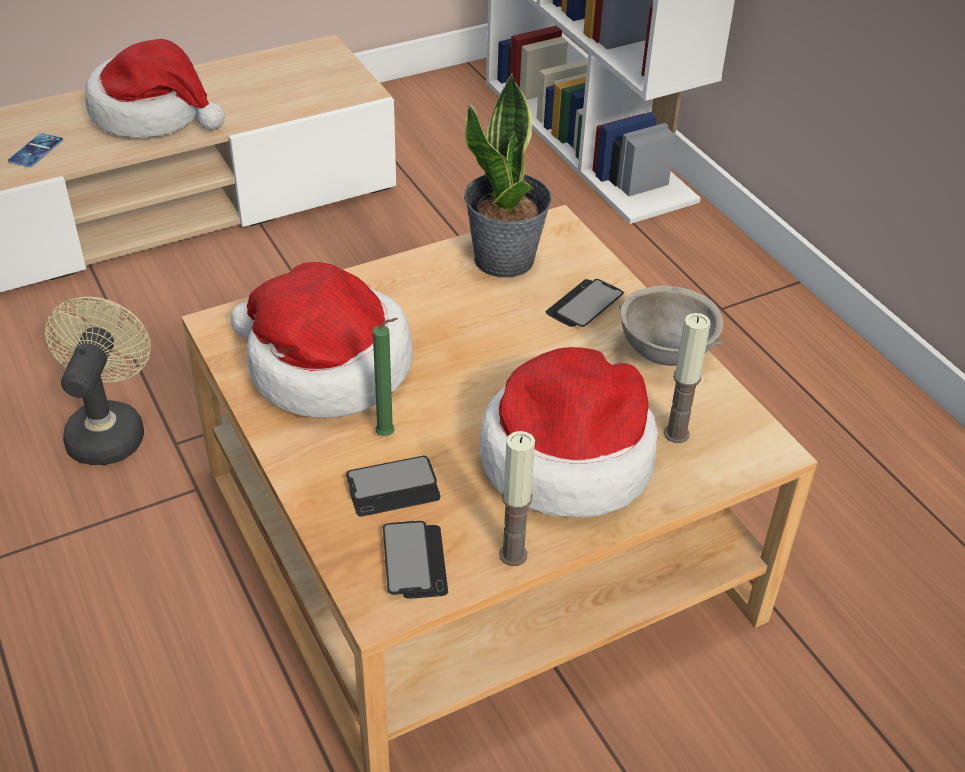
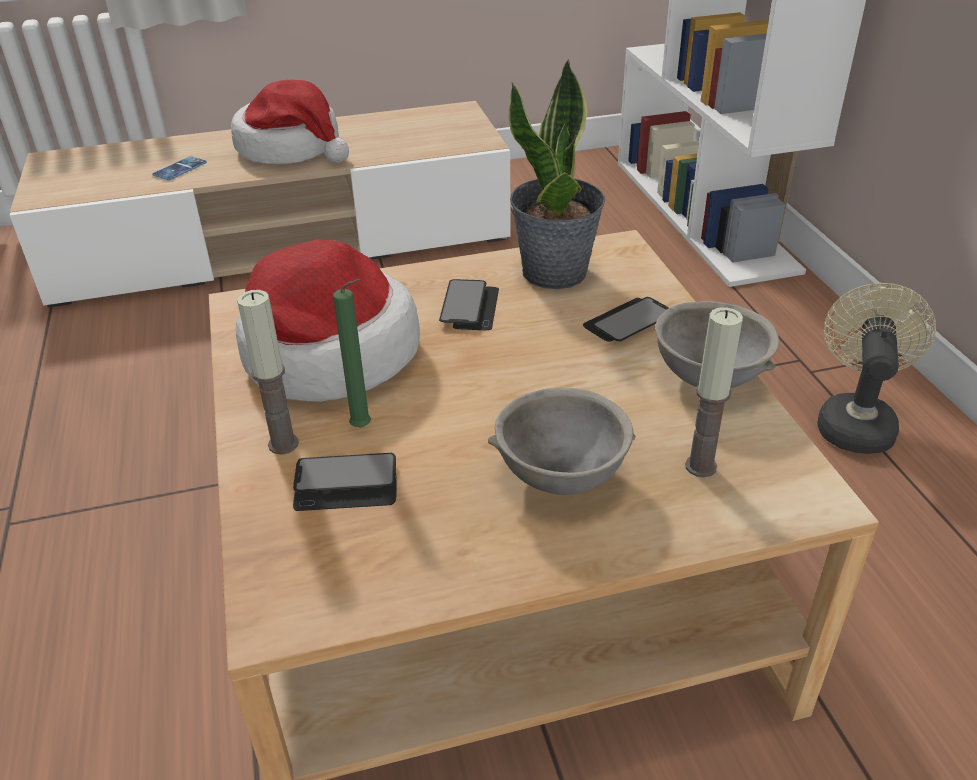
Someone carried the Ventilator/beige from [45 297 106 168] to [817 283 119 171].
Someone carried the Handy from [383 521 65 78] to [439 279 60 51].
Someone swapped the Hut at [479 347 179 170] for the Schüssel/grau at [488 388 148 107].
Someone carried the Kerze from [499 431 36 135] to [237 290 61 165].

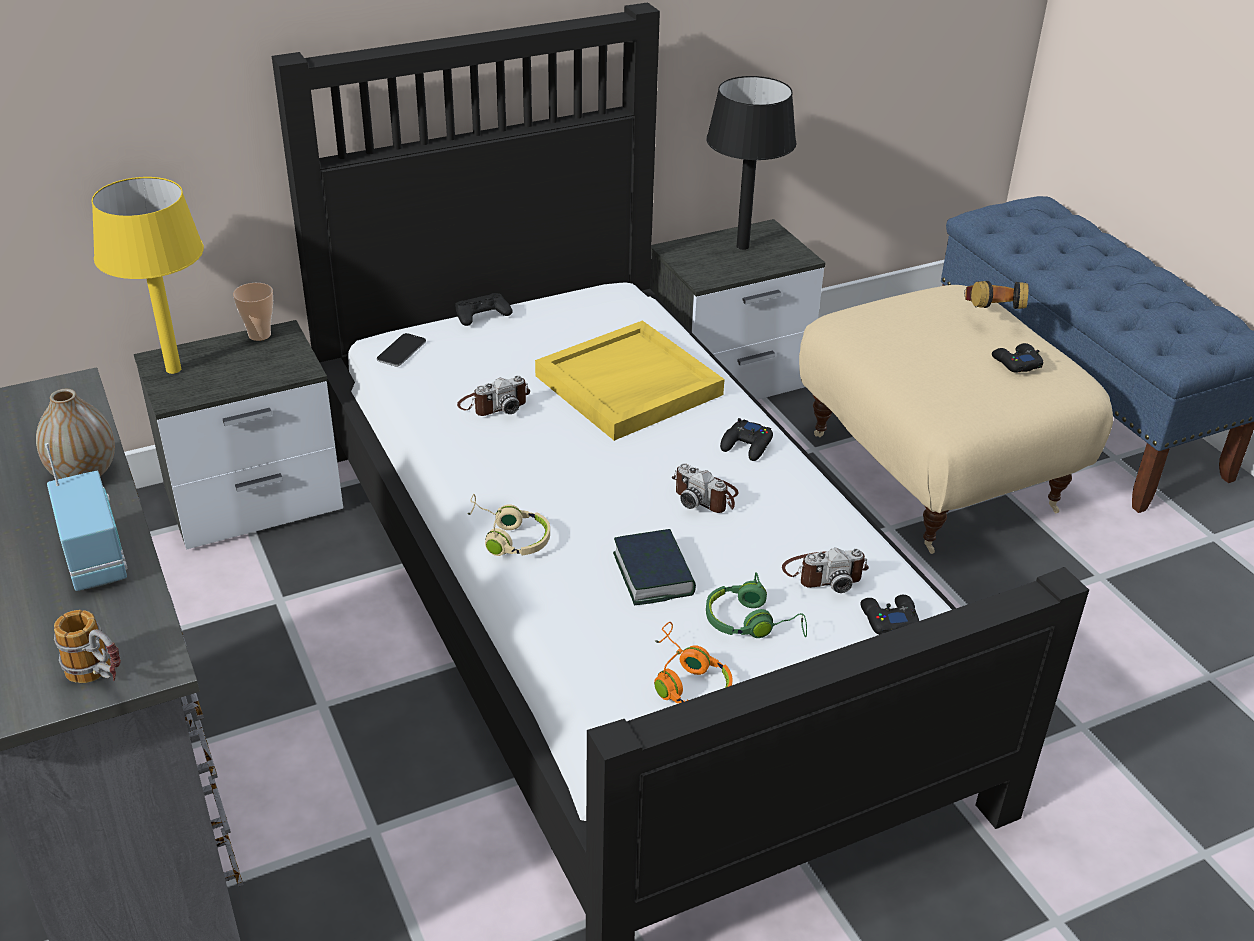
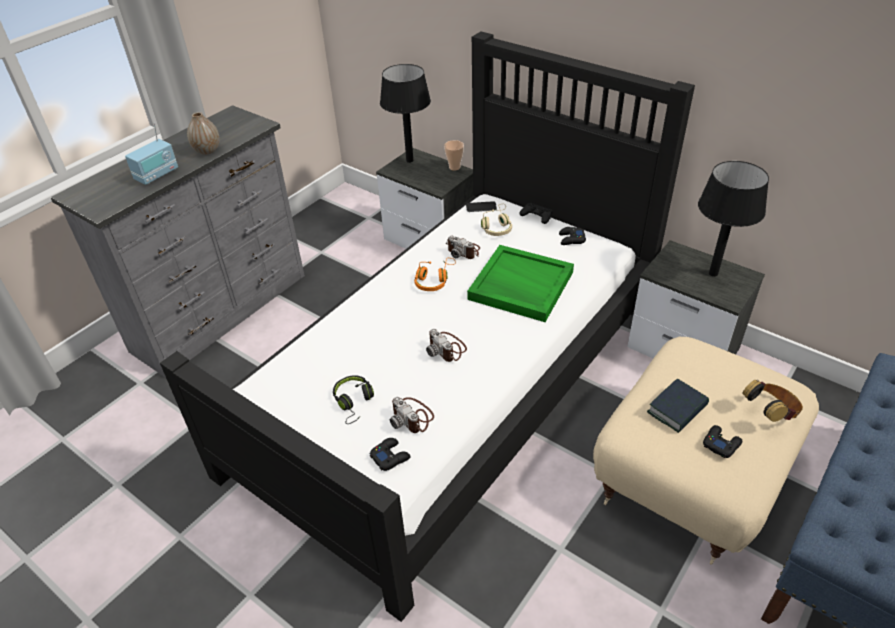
Someone took away the Henkelbecher at [54 610 67 73].
Someone repainted the Tischlampe/gelb at [92 177 112 197], which became the Tischlampe/schwarz at [380 64 51 99].
Someone carried the Kopfhörer/beige from [467 494 83 62] to [481 204 31 32].
Someone repainted the Tablett/gelb at [535 320 190 121], which became the Tablett/grün at [467 245 107 77].
Someone carried the Buch from [613 529 83 76] to [647 379 62 54].
Someone carried the Kopfhörer/orange from [654 622 78 82] to [414 258 42 33].
Someone rotated the Kamera at [672 464 67 49] by 45 degrees counterclockwise.
Someone repainted the Kopfhörer/grün at [706 572 101 66], which became the Kopfhörer/schwarz at [333 375 41 49].
Someone carried the Gamepad/schwarz from [720 418 53 43] to [559 225 27 20].

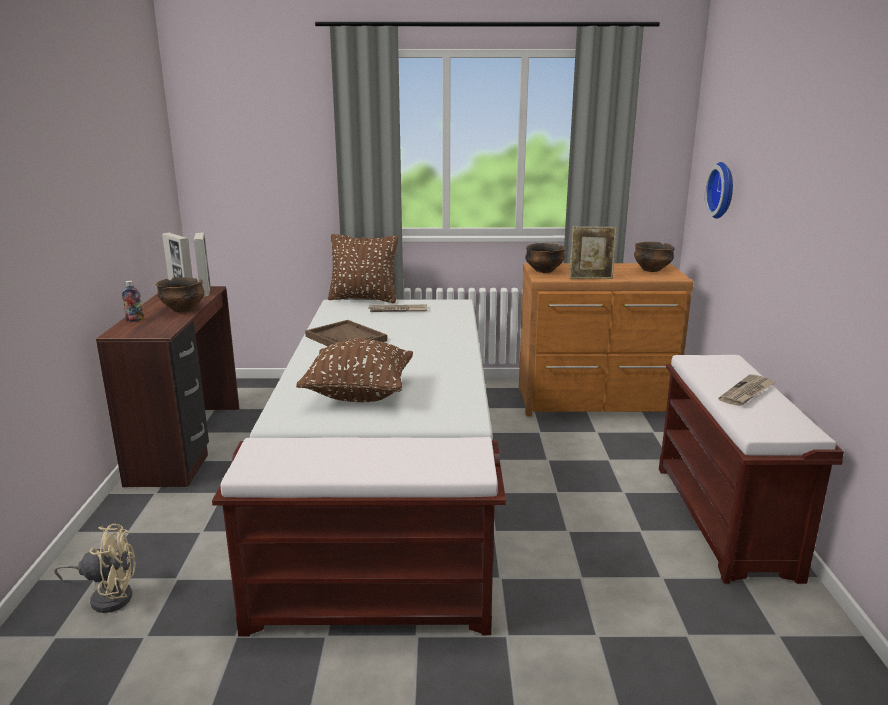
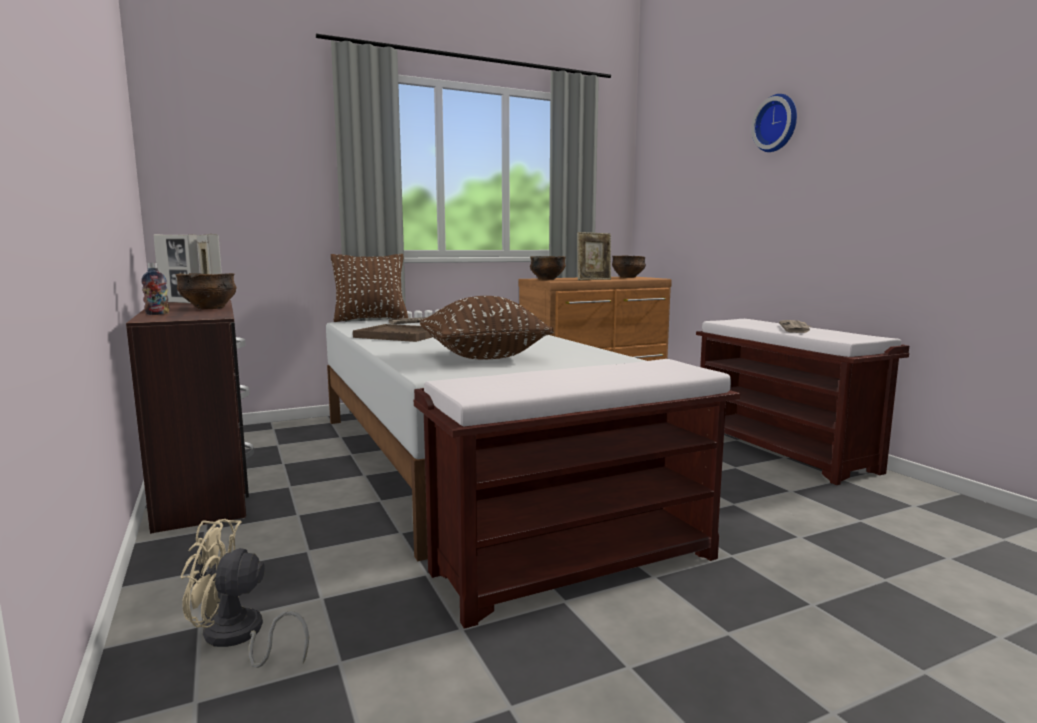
Someone rotated the Ventilator/beige at [54 524 82 89] by 150 degrees counterclockwise.
Someone carried the Wanduhr from [705 162 28 57] to [751 94 46 58].

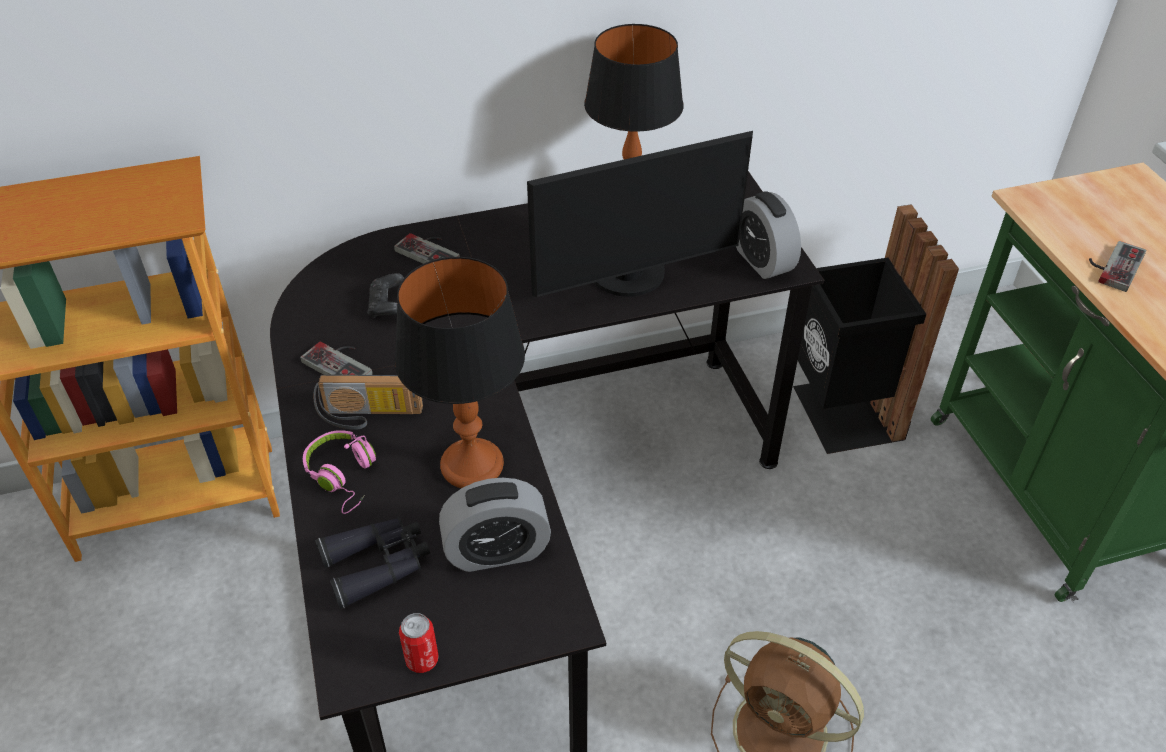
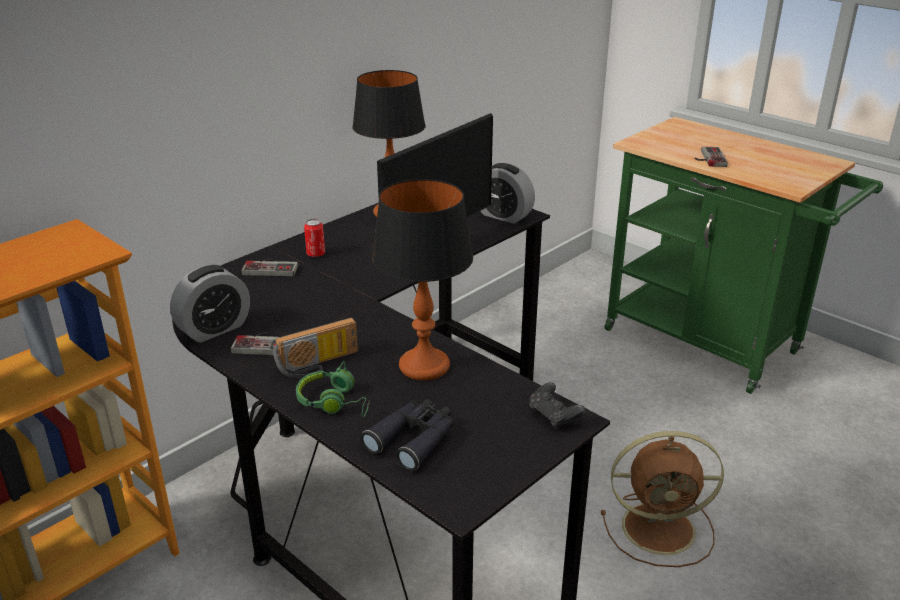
Someone repainted the Kopfhörer/rosa at [303 430 73 84], which became the Kopfhörer/grün at [296 361 74 56].
Someone carried the Gamepad/schwarz from [367 273 37 45] to [529 382 57 47].
Someone carried the Dose from [399 613 40 60] to [304 219 21 38].
Someone carried the Wecker from [439 478 112 94] to [170 265 80 78].
Someone took away the Mülleimer/schwarz at [793 204 166 250].

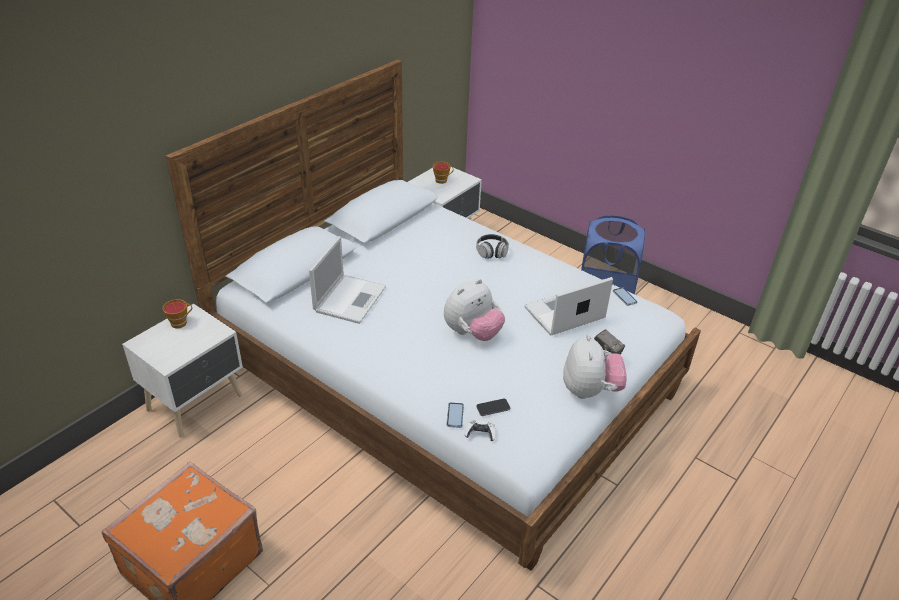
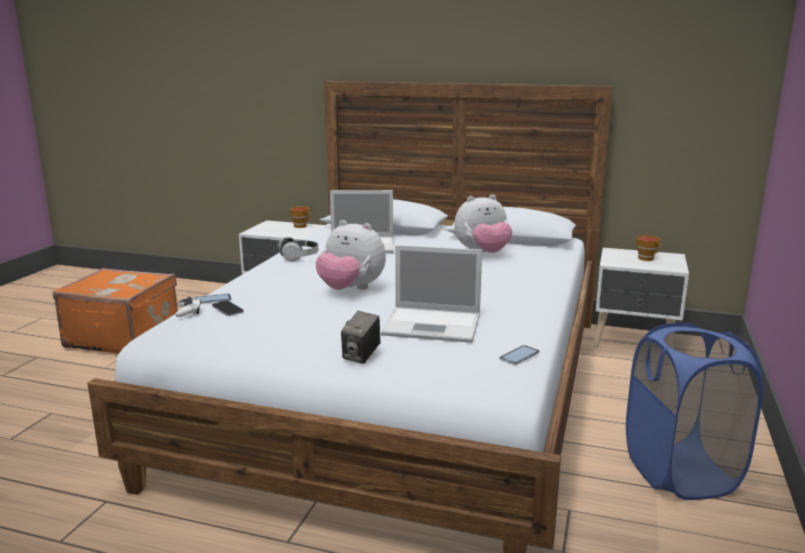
Someone carried the Kopfhörer from [476 234 33 25] to [277 237 41 24].
Someone rotated the Laptop at [524 277 89 59] by 150 degrees clockwise.
Someone carried the Plüschtier from [563 334 64 65] to [454 195 58 58].

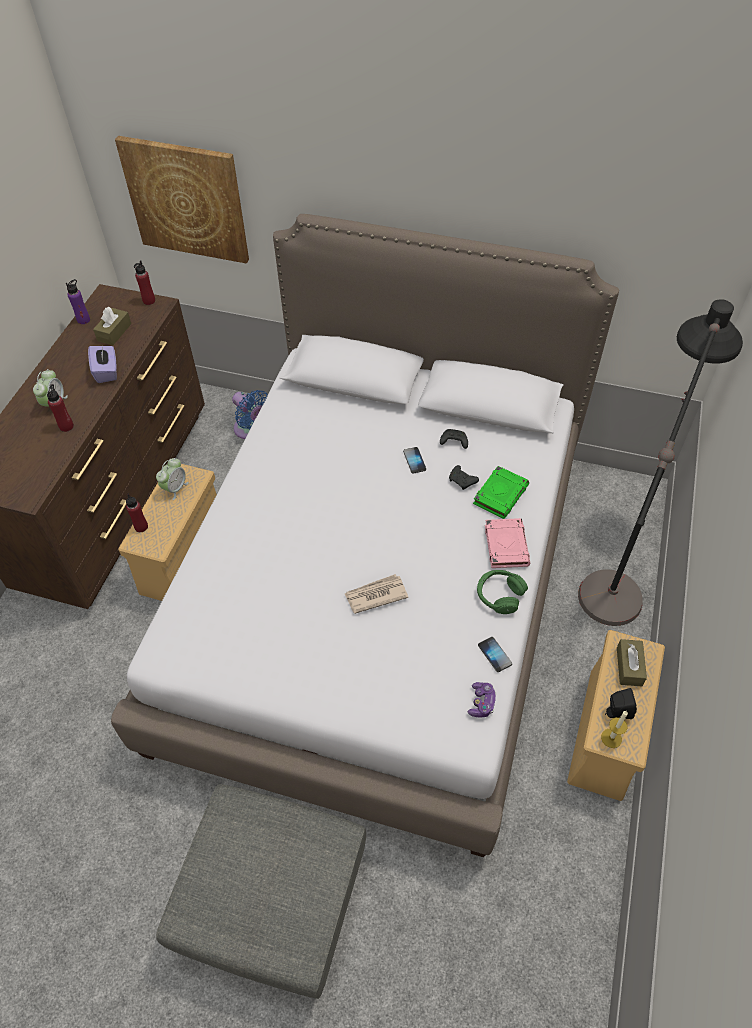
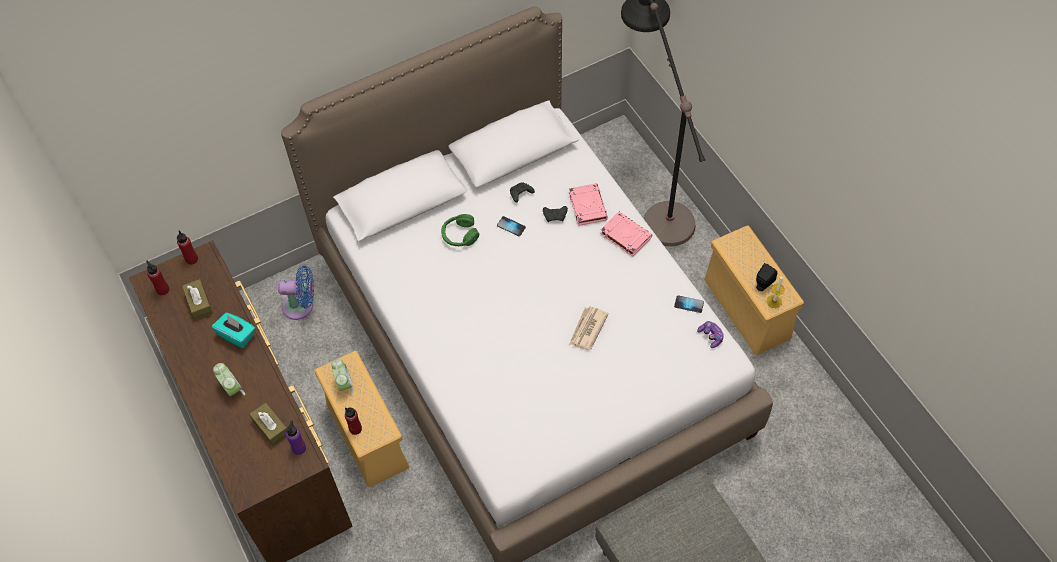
Someone carried the Flasche/rot from [47 384 27 48] to [146 260 23 35].
Someone carried the Flasche/lila from [66 279 24 45] to [286 421 20 34].
Someone repainted the Taschentuchbox/lila at [88 346 29 37], which became the Taschentuchbox/türkis at [212 313 43 35].
Someone took away the Bild at [115 136 134 128].
Someone repainted the Buch/grün at [473 466 56 53], which became the Buch/rosa at [569 183 39 43].
Someone carried the Kopfhörer/grün from [477 570 51 44] to [441 214 38 32].
Someone carried the Taschentuchbox/braun from [617 639 30 47] to [249 403 38 43].

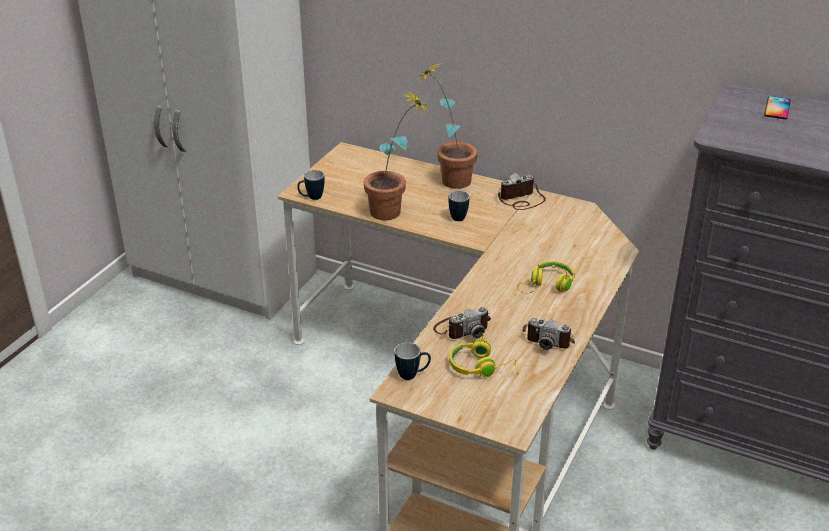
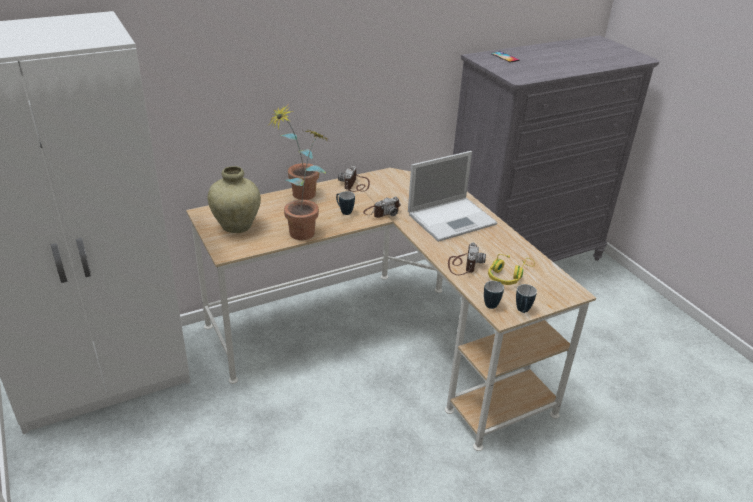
Someone carried the Henkelbecher from [297 170 28 30] to [516 284 21 29].
Someone swapped the Kopfhörer/gelb at [517 261 58 33] for the Laptop at [408 151 90 91].
Someone carried the Kamera from [522 318 53 32] to [363 196 38 22].
Someone put down the Vase/beige at [208 166 53 67].

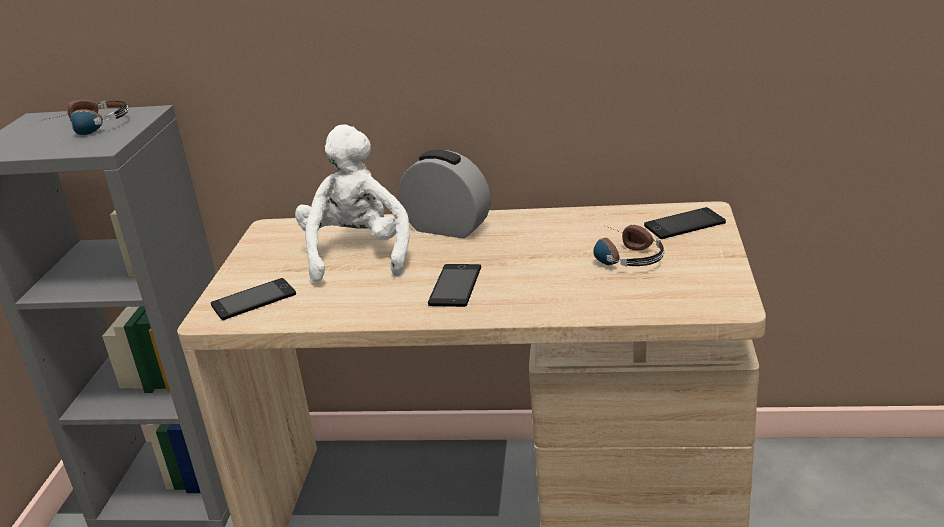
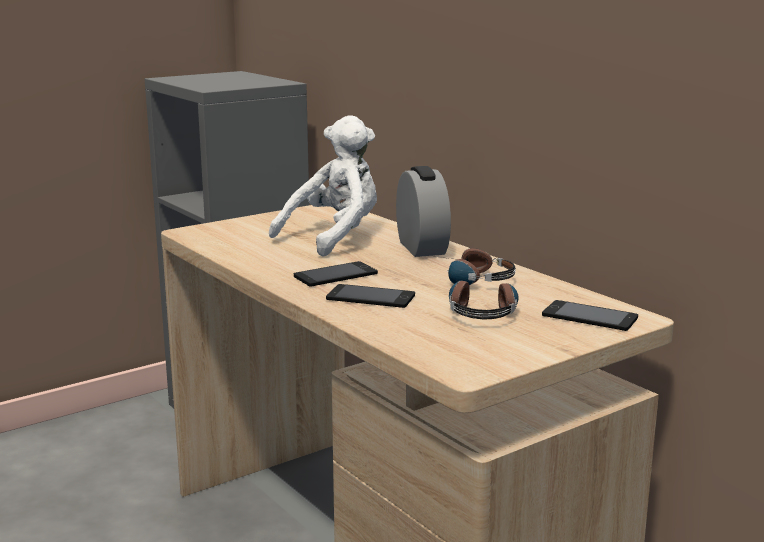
Someone carried the Kopfhörer from [44 100 84 35] to [442 248 74 37].
Someone carried the Handy from [211 278 85 42] to [326 284 89 24].

